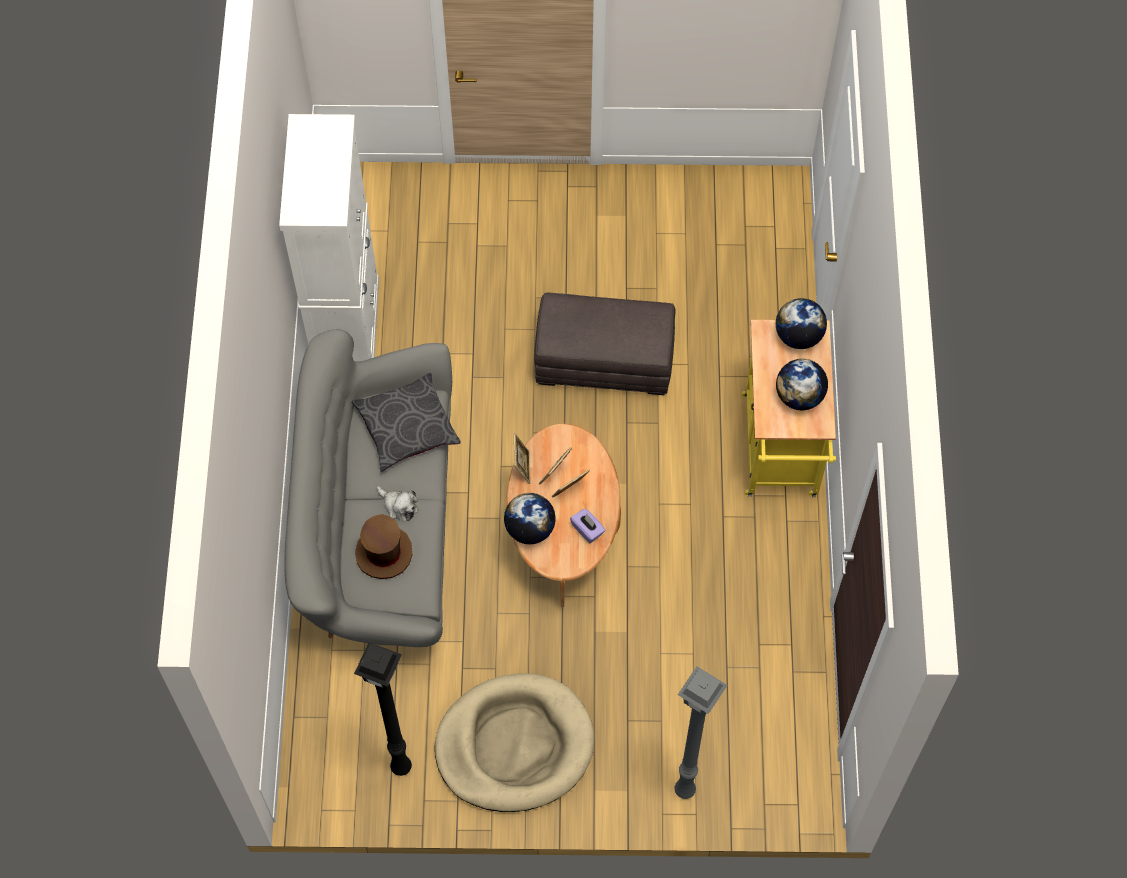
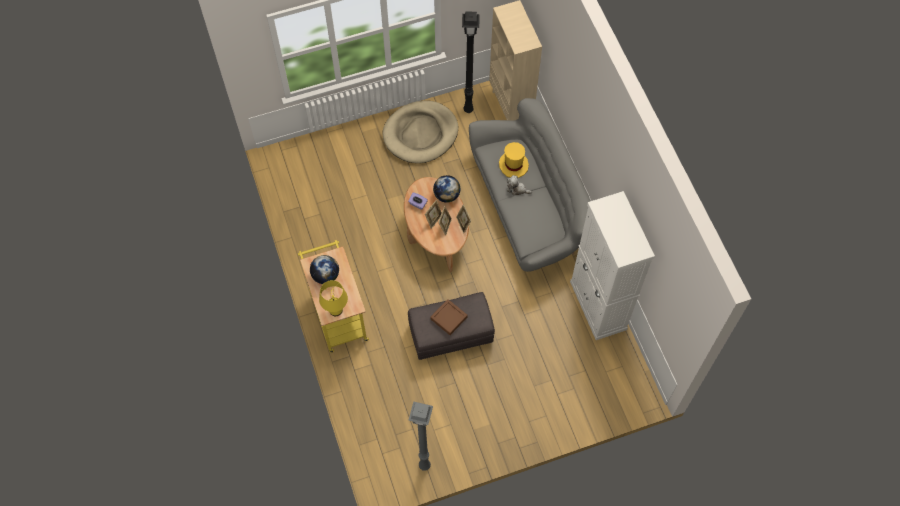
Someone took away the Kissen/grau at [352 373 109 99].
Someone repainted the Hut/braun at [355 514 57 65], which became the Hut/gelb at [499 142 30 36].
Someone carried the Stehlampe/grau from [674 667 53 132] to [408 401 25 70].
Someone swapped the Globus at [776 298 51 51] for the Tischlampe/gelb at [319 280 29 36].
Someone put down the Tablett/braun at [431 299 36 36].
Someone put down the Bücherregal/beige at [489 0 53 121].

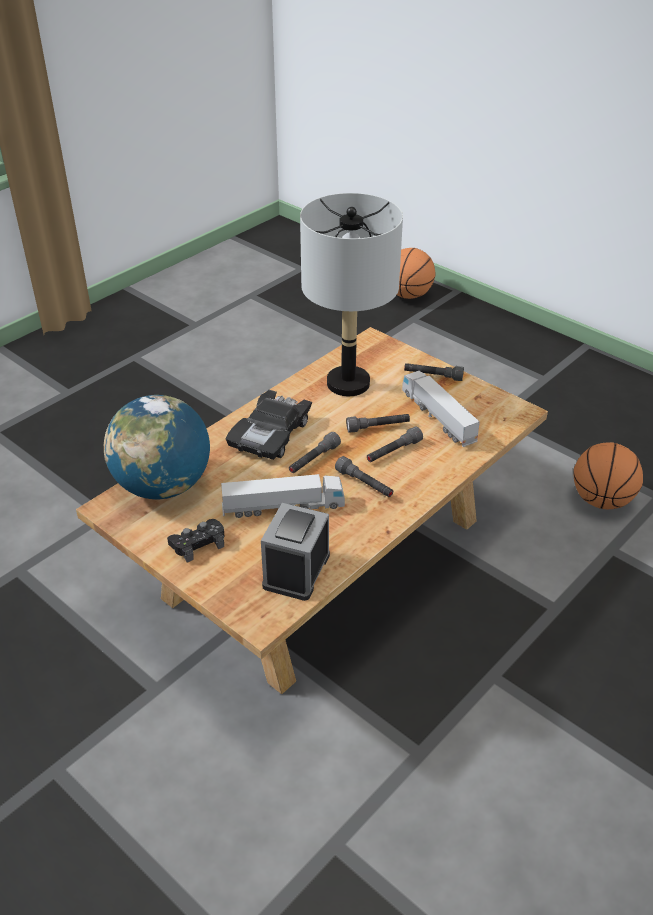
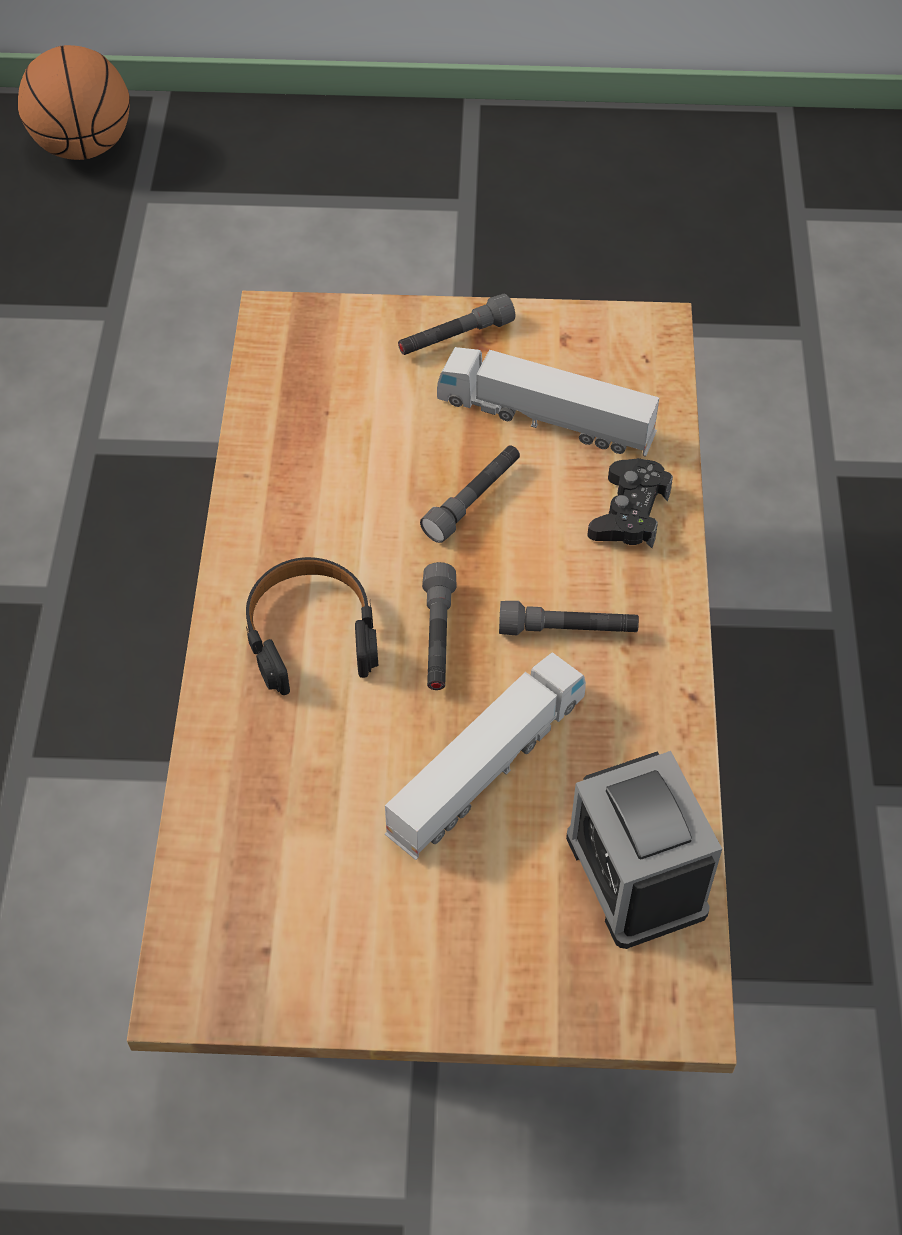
Someone took away the Globus at [104 395 106 104].
Someone carried the Gamepad/schwarz from [167 519 57 44] to [587 458 86 90].
Someone swapped the Spielzeugauto/schwarz at [226 390 86 70] for the Kopfhörer/schwarz at [246 557 133 138].
Someone took away the Tischlampe/grau at [300 193 103 203].
Someone took away the Taschenlampe/grau at [367 426 56 36].
Someone took away the Basketball at [573 442 70 67].

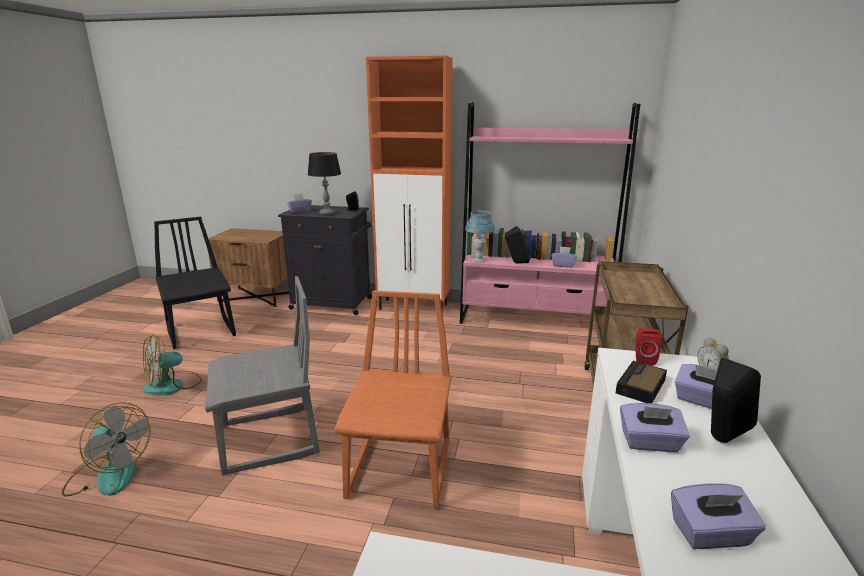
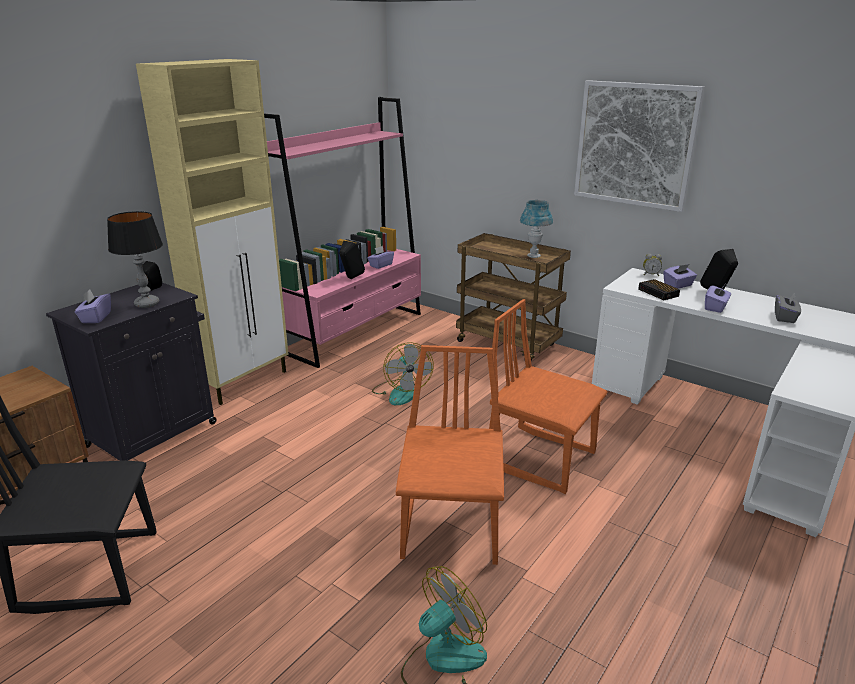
Someone carried the Ventilator from [143 335 59 61] to [372 342 61 63].
Someone repainted the Stuhl/grau at [205 276 115 200], which became the Stuhl/orange at [396 345 108 220].
Someone repainted the Schrank/orange at [366 56 87 258], which became the Schrank/beige at [136 59 153 346].
Someone carried the Tischlampe/blau from [465 210 30 52] to [520 200 33 58].
Someone took away the Lautsprecher/rot at [635 328 27 38].
Someone repainted the Taschentuchbox/lila at [671 483 95 66], which became the Taschentuchbox/grau at [775 292 26 31].
Someone put up the Bild at [574 80 131 132].

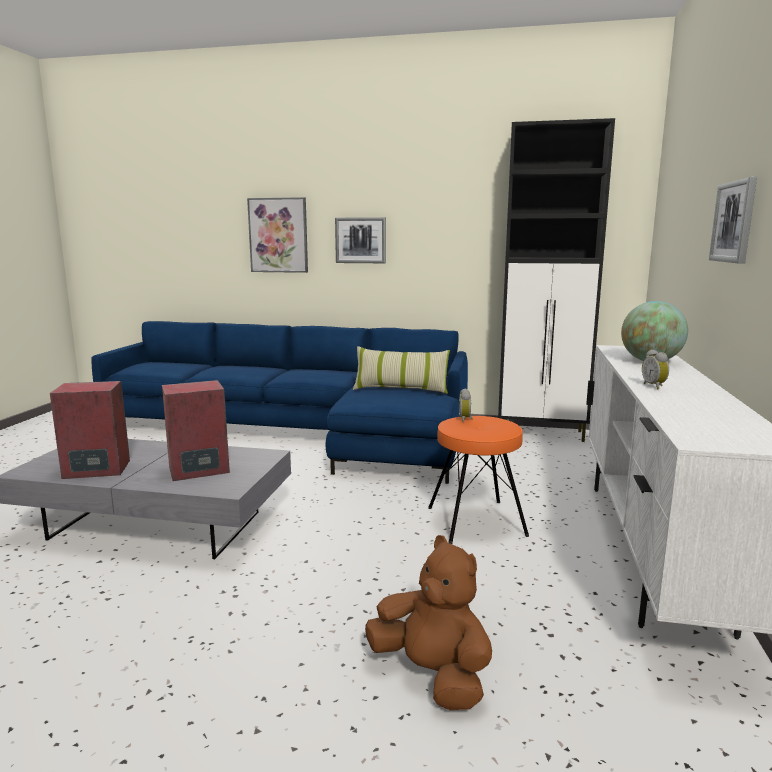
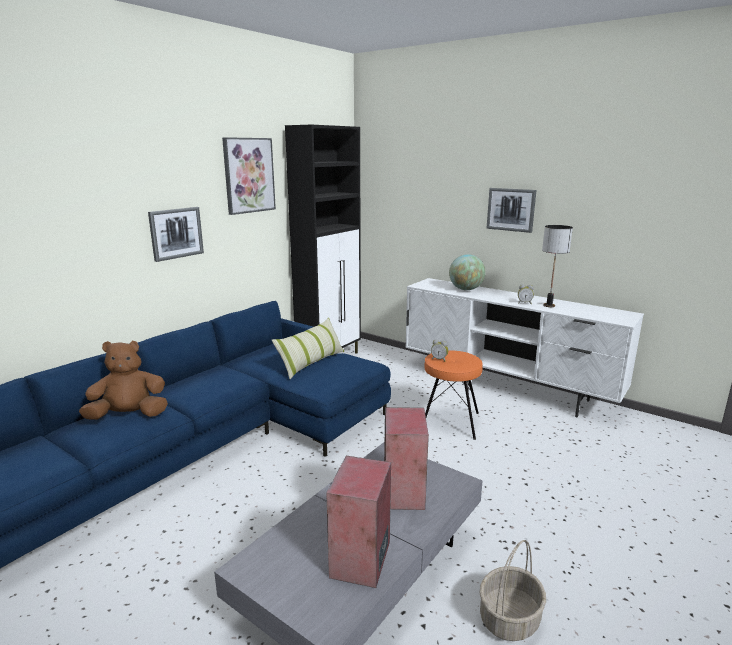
Someone carried the Bild from [247 197 61 76] to [222 137 54 78].
Someone carried the Plüschtier/braun from [365 535 127 175] to [79 341 89 79].
Someone put down the Korb at [479 540 67 101].
Someone put down the Tischlampe at [542 225 31 82].

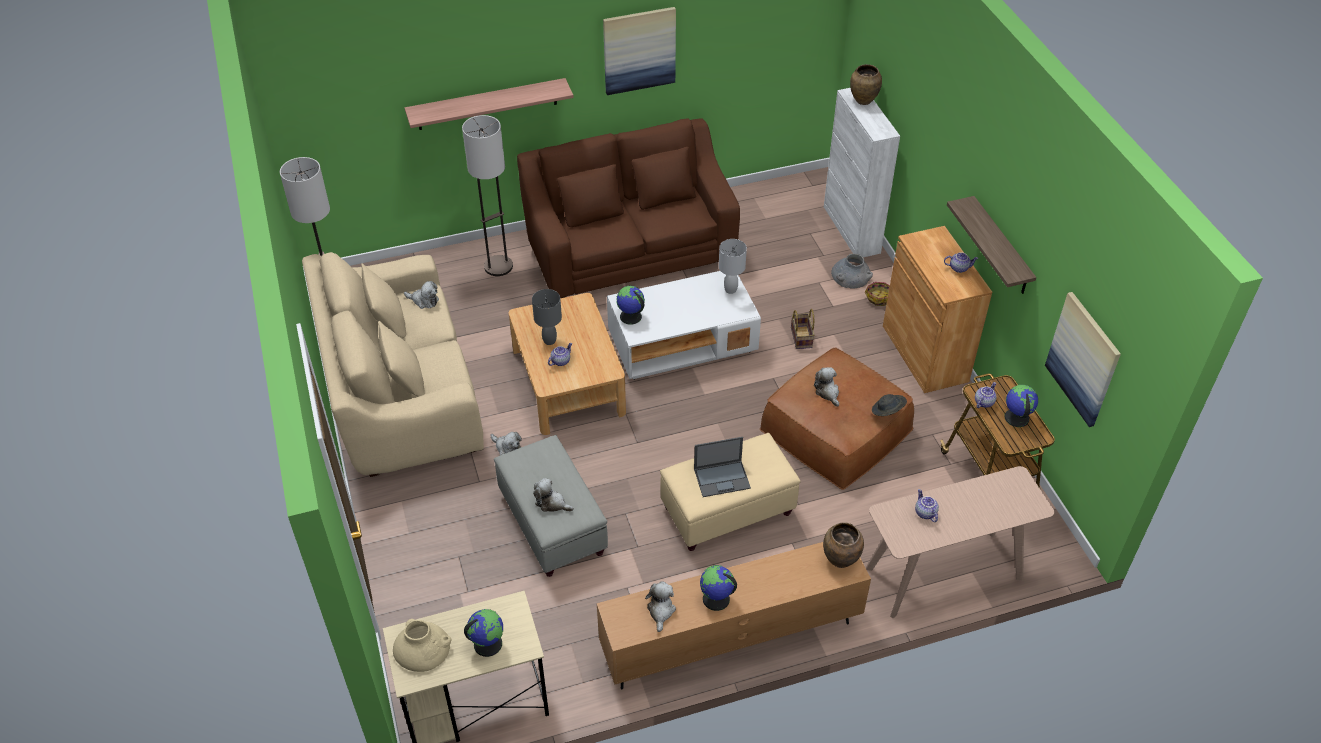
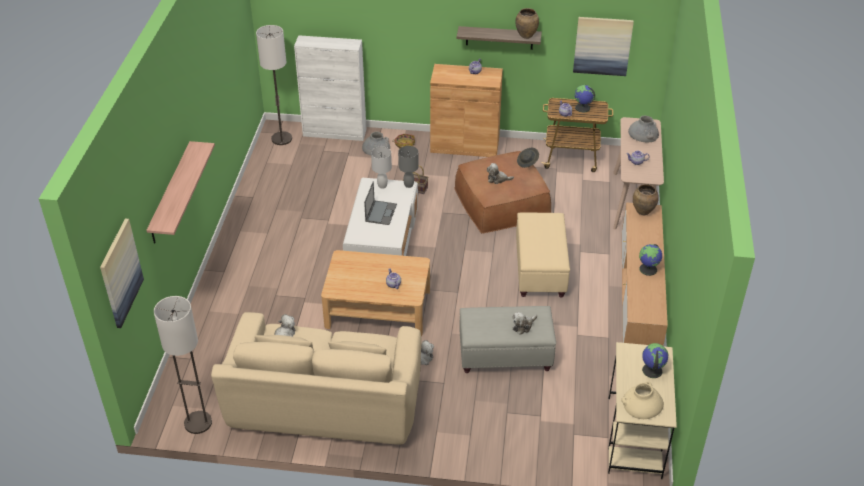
Someone carried the Stehlampe from [462 115 51 161] to [256 25 36 120].
Someone took away the Sofa/braun at [517 118 223 180].
Someone carried the Tischlampe/grau from [532 289 30 56] to [398 146 21 42].
Someone carried the Bild from [603 7 73 88] to [100 219 44 109].
Someone took away the Globus at [616 286 29 39].
Someone took away the Plüschtier at [645 581 31 51].
Someone carried the Laptop from [694 437 57 60] to [364 182 33 43].
Someone carried the Vase/braun from [850 64 32 41] to [515 8 24 31].
Someone put down the Vase/grau at [628 116 31 26].

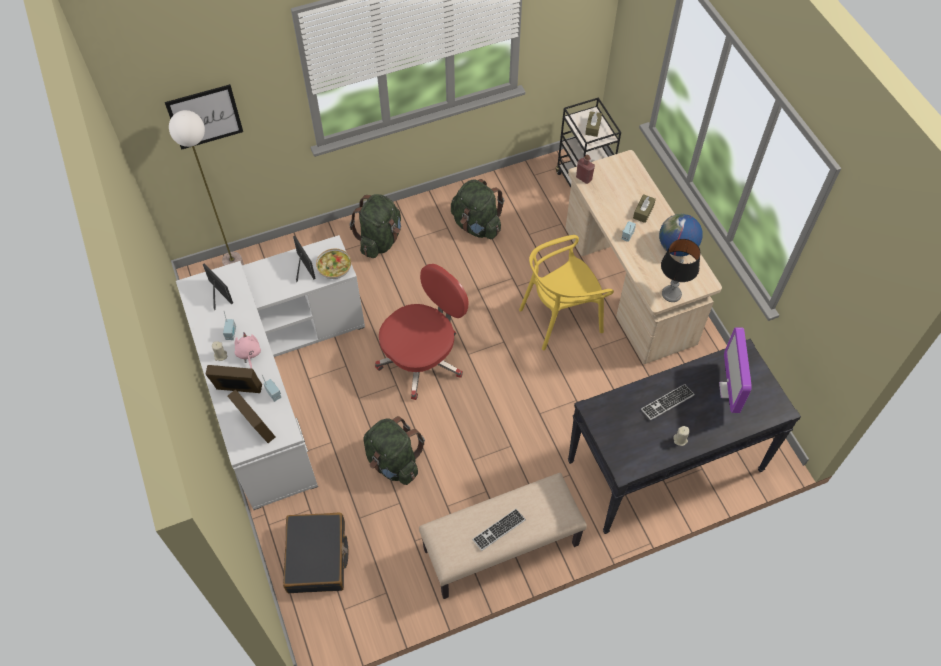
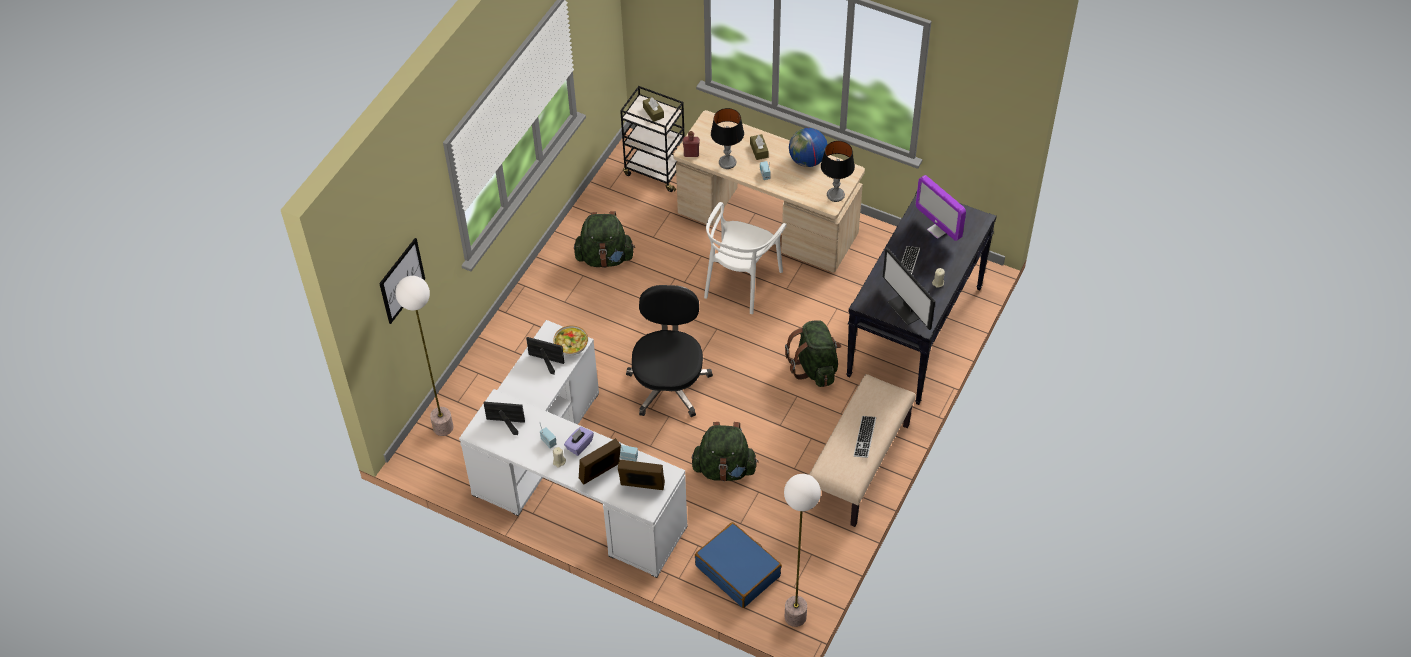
Someone swapped the Plüschtier/rosa at [235 332 26 37] for the Taschentuchbox/lila at [564 427 30 29].
Someone repainted the Koffer/schwarz at [283 512 65 81], which became the Koffer/blau at [695 522 87 86].
Someone carried the Rucksack/grün from [350 194 51 64] to [785 320 56 67].
Someone repainted the Bürostuhl/rot at [375 264 93 136], which became the Bürostuhl/schwarz at [626 285 87 132].
Someone repainted the Stuhl/gelb at [519 235 95 115], which became the Stuhl/weiß at [704 202 83 112].
Someone put down the Tischlampe at [711 108 33 61].
Someone put down the Stehlampe at [784 474 37 153].
Someone put down the Monitor at [883 248 52 82].

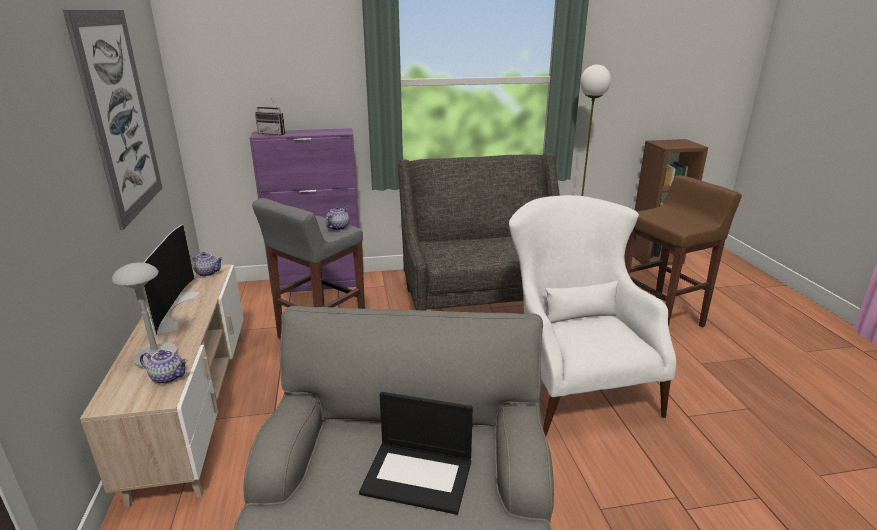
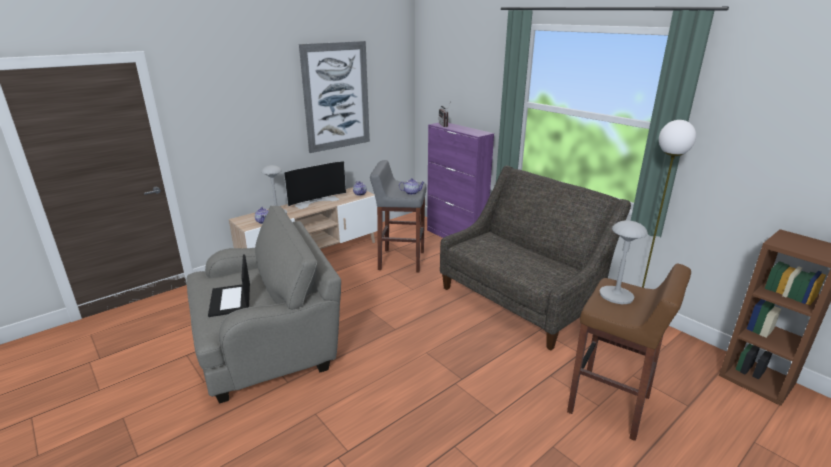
Someone took away the Sessel/weiß at [509 195 167 241].
Someone put down the Tischlampe/grau at [600 220 48 84].

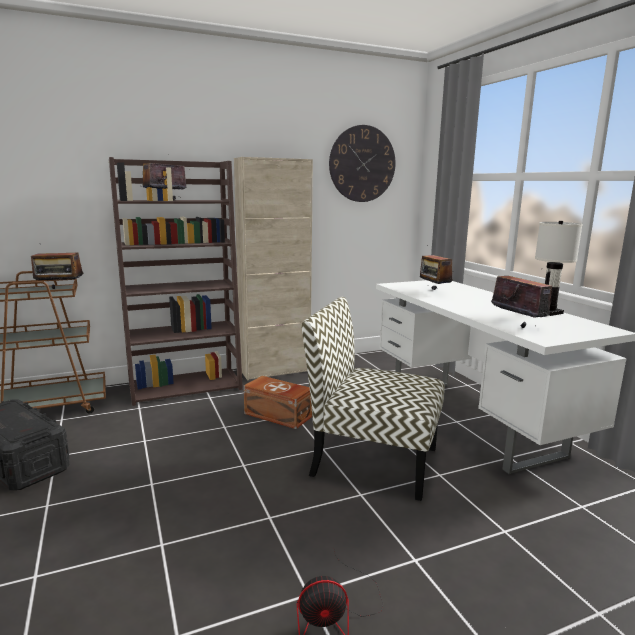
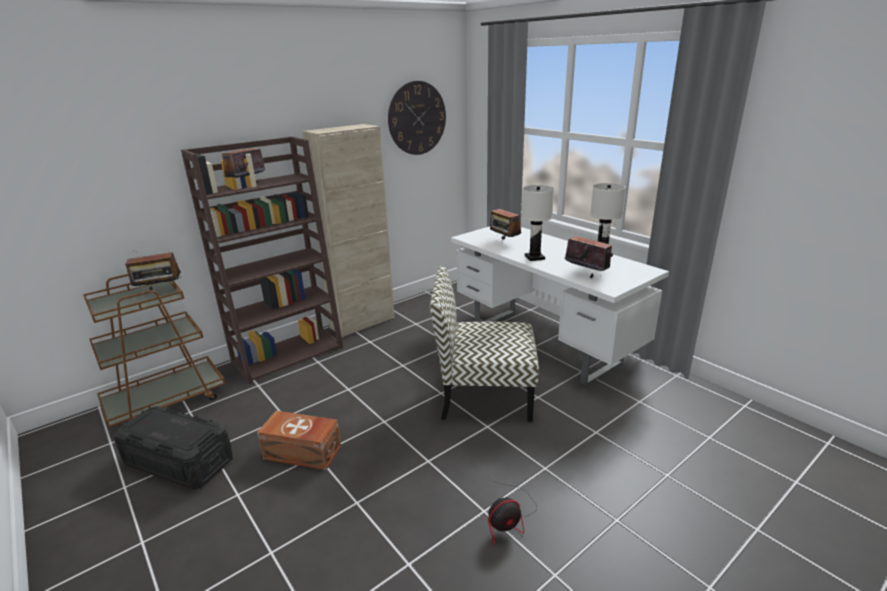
Someone carried the Aufbewahrungsbox/braun from [244 376 68 53] to [257 411 84 59].
Someone put down the Tischlampe/weiß at [521 185 33 76].

